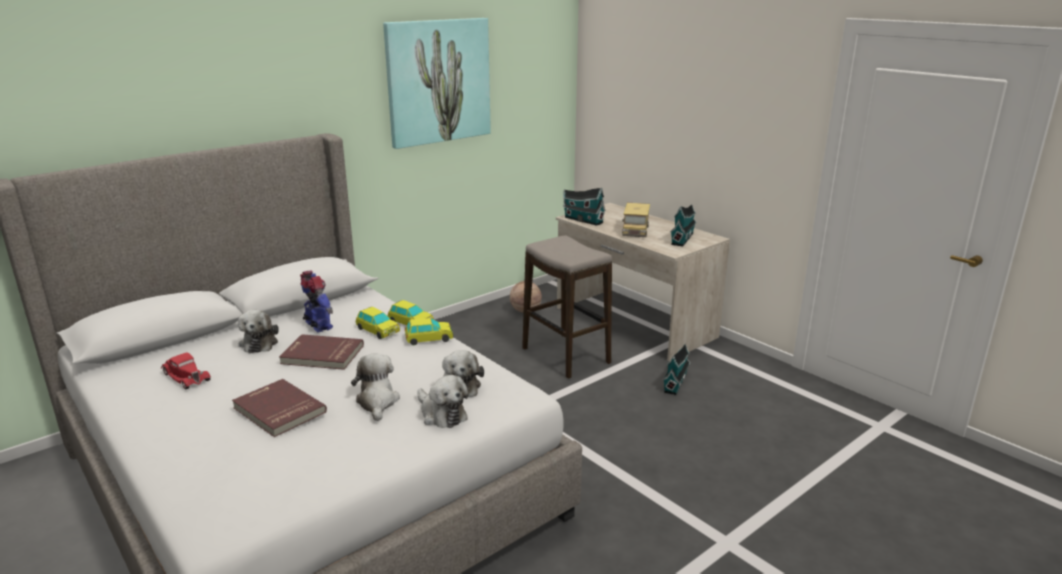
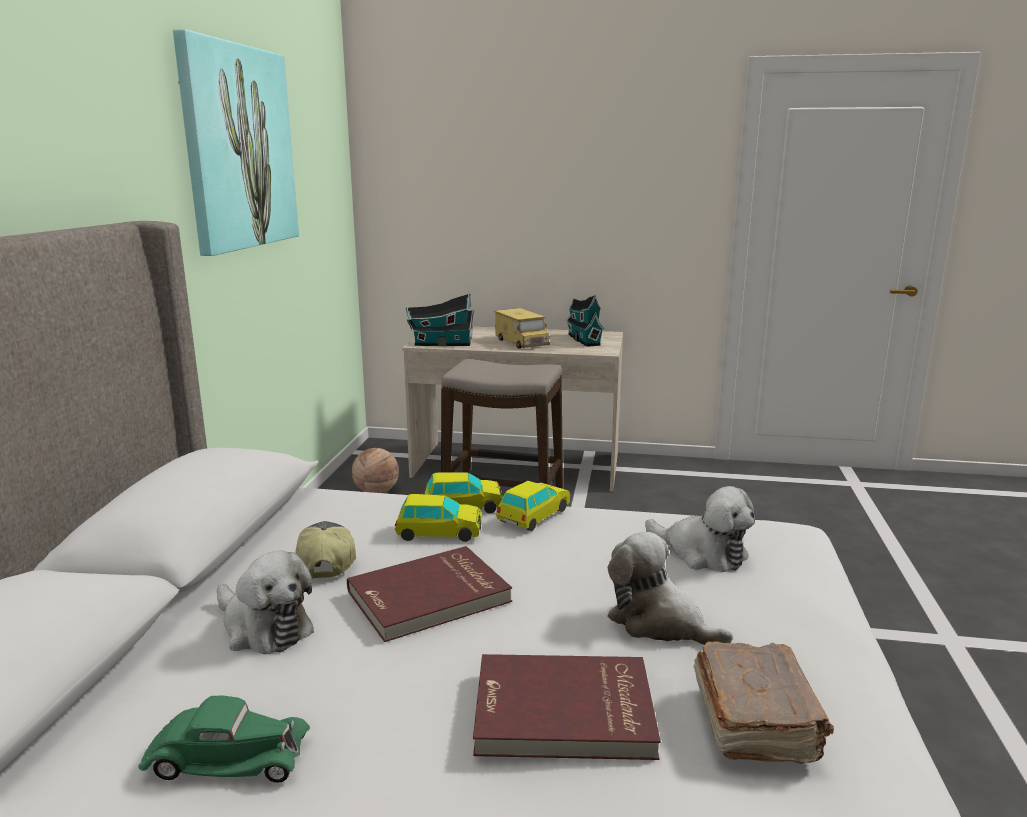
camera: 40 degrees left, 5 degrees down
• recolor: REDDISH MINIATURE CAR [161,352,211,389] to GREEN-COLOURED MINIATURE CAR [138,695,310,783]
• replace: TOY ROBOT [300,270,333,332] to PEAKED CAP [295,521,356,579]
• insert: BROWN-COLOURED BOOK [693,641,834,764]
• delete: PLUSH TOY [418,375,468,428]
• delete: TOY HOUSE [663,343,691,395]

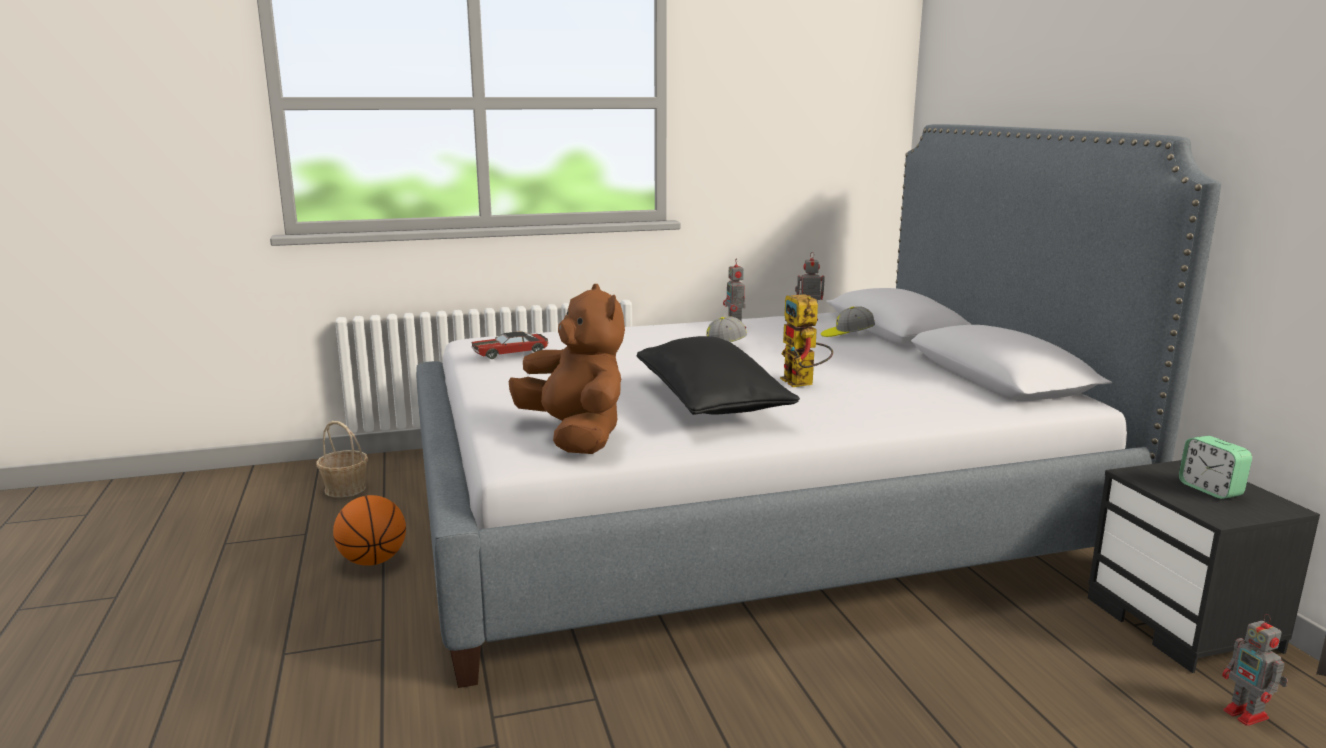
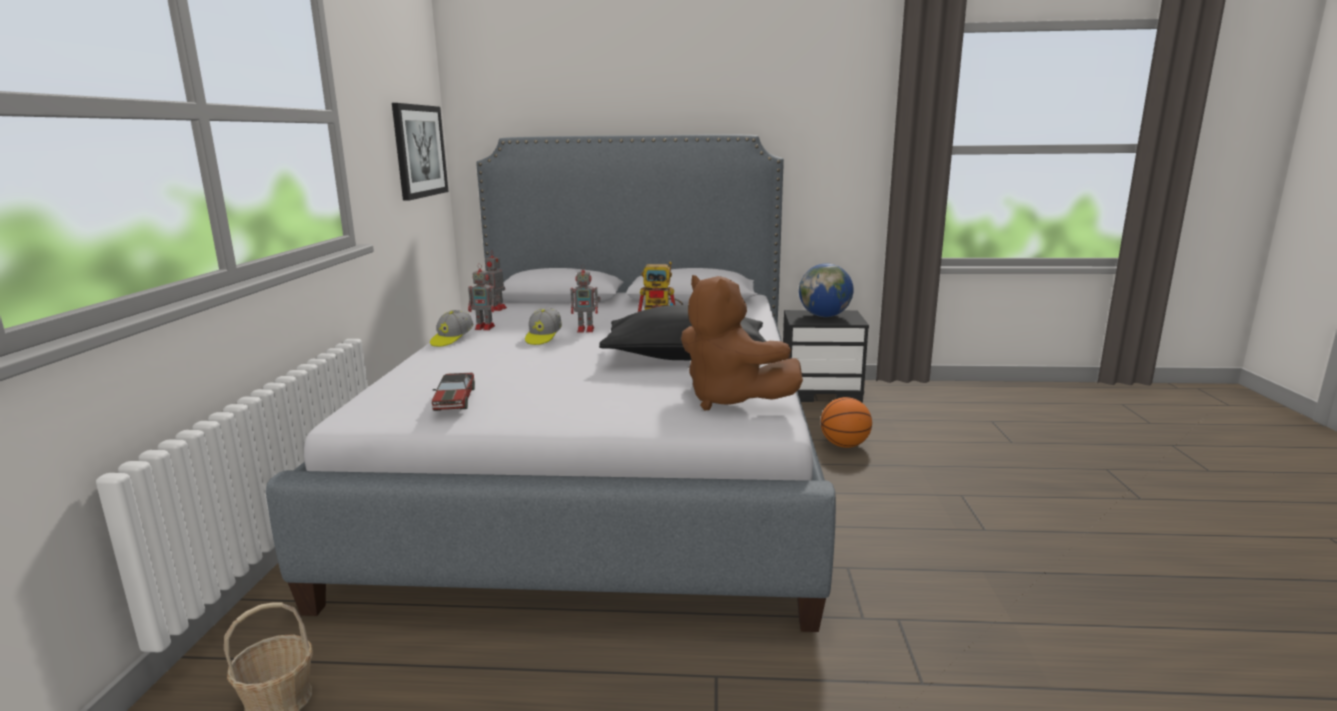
camera: 70 degrees left, 0 degrees up
• insert: PICTURE [392,103,449,201]
• move: PEAKED CAP [821,306,875,337] to [430,310,473,347]
• move: TOY ROBOT [1222,614,1288,726] to [571,264,601,332]
• rotate: BROWN-COLOURED PLUSH TOY [509,284,625,454] = [681,275,803,411] 120 degrees counterclockwise
• replace: TABLE CLOCK [1179,436,1252,499] to DESK GLOBE [799,263,854,317]
• move: BASKETBALL BALL [333,495,406,566] to [821,397,872,448]

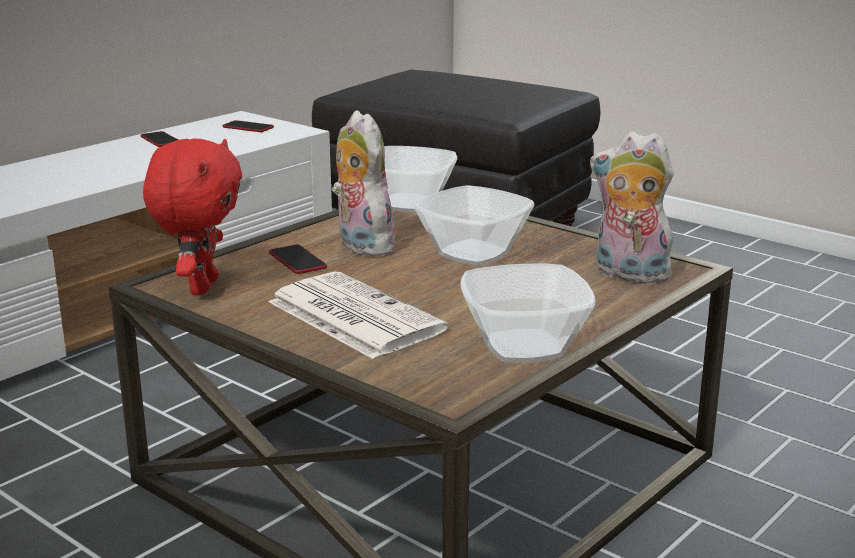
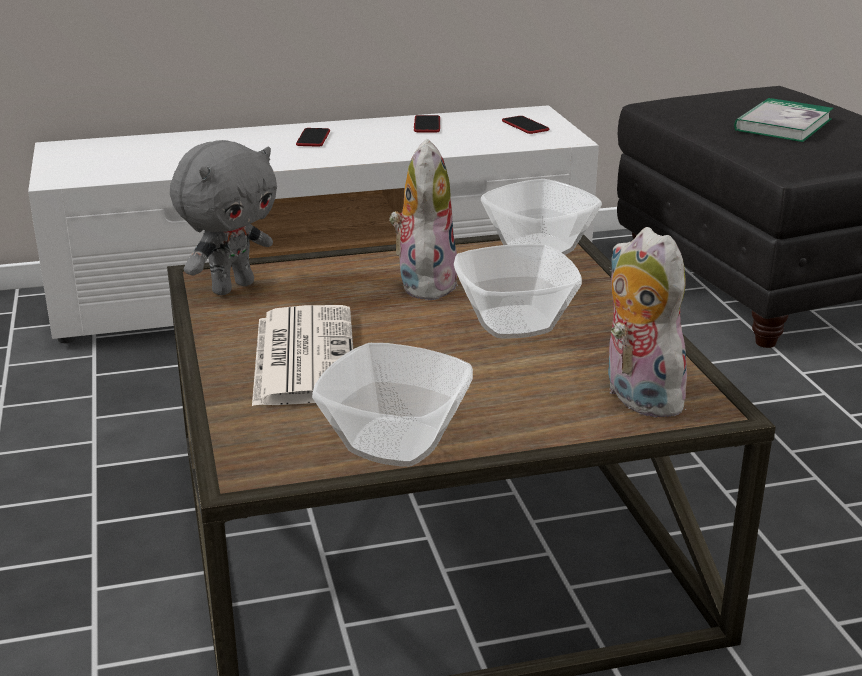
camera: 35 degrees right, 5 degrees up
• recolor: REDDISH PLUSH TOY [143,138,242,295] to GREYISH PLUSH TOY [170,140,277,295]
• move: PHONE [269,245,327,274] to [296,128,330,147]
• insert: BOOK [734,98,834,142]

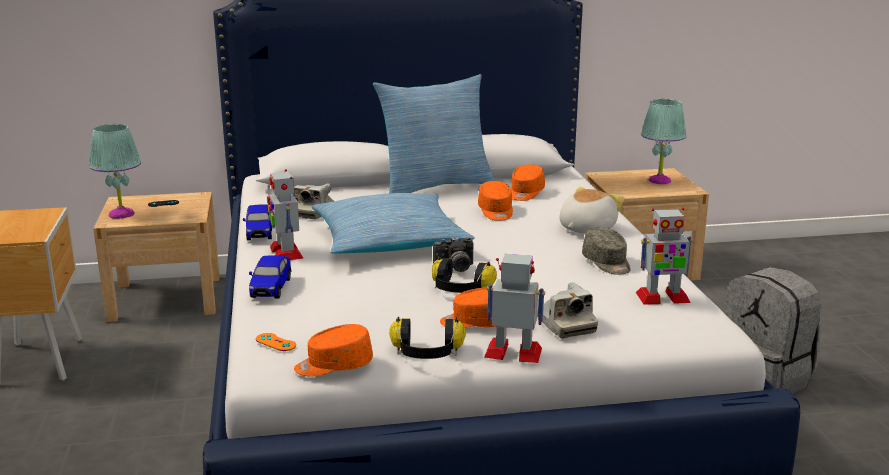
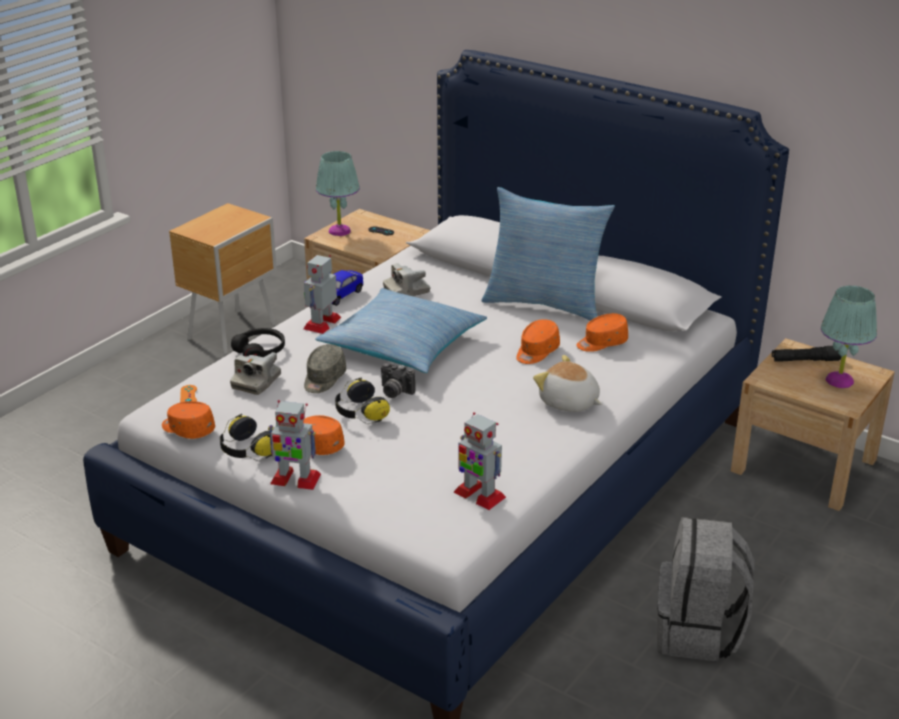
camera: 45 degrees right, 10 degrees up
• move: PHOTO CAMERA [537,282,598,338] to [230,352,281,395]
• replace: MINIATURE CAR [249,255,291,298] to BLACKISH PAIR OF HEADPHONES [231,328,285,357]
• rotate: TOY ROBOT [484,254,545,363] = [268,400,321,490] 135 degrees clockwise
• move: GREYISH PEAKED CAP [582,227,631,275] to [304,344,346,393]
• rotate: PLUSH TOY [560,187,625,234] = [533,355,602,412] 135 degrees counterclockwise
• insert: BLACKISH HAND TORCH [772,346,841,362]

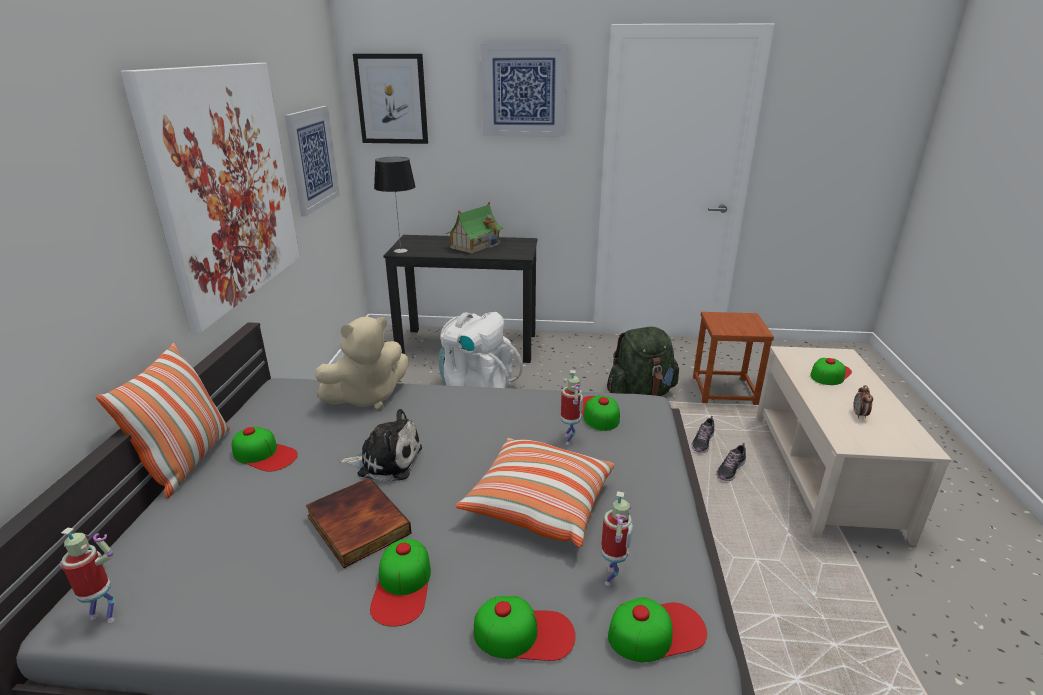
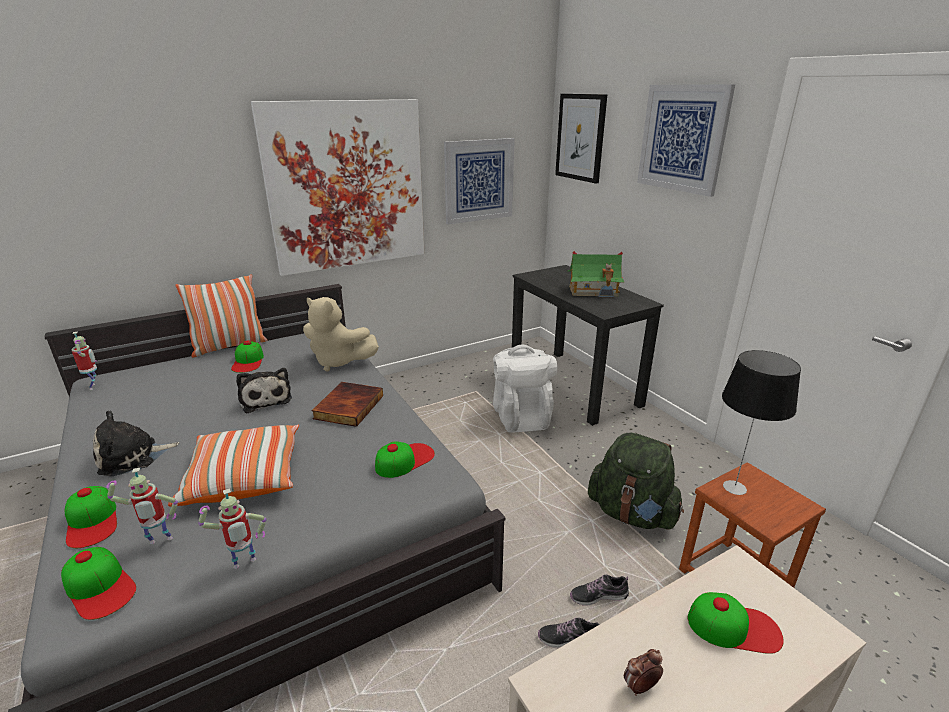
camera: 55 degrees right, 0 degrees up
• replace: PEAKED CAP [370,539,431,627] to PLUSH TOY [93,410,179,476]
• move: TOY ROBOT [561,370,583,445] to [198,488,266,569]
• move: BOOK [306,477,411,568] to [312,382,383,427]
• move: TABLE LAMP [374,157,416,253] to [722,350,801,495]

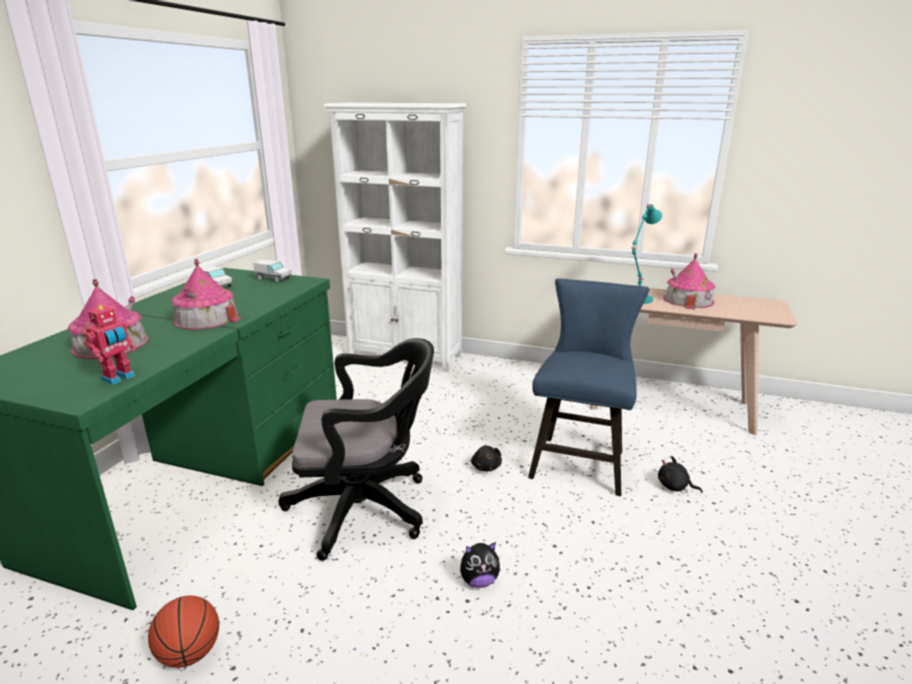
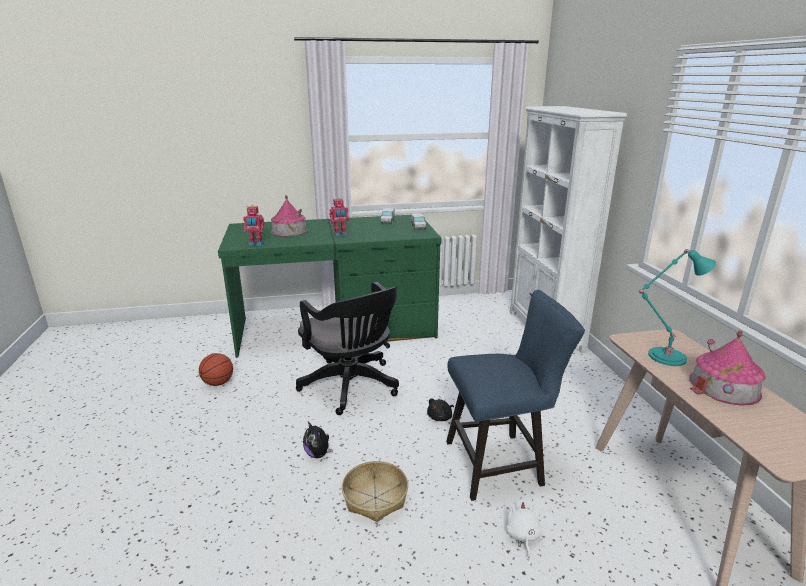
camera: 60 degrees right, 0 degrees up
• replace: TOY HOUSE [172,259,242,330] to TOY ROBOT [329,198,349,236]
• insert: HOUSEHOLD BASKET [342,461,408,522]
• recolor: BLACKISH PLUSH TOY [658,456,703,493] to WHITE PLUSH TOY [506,502,542,558]

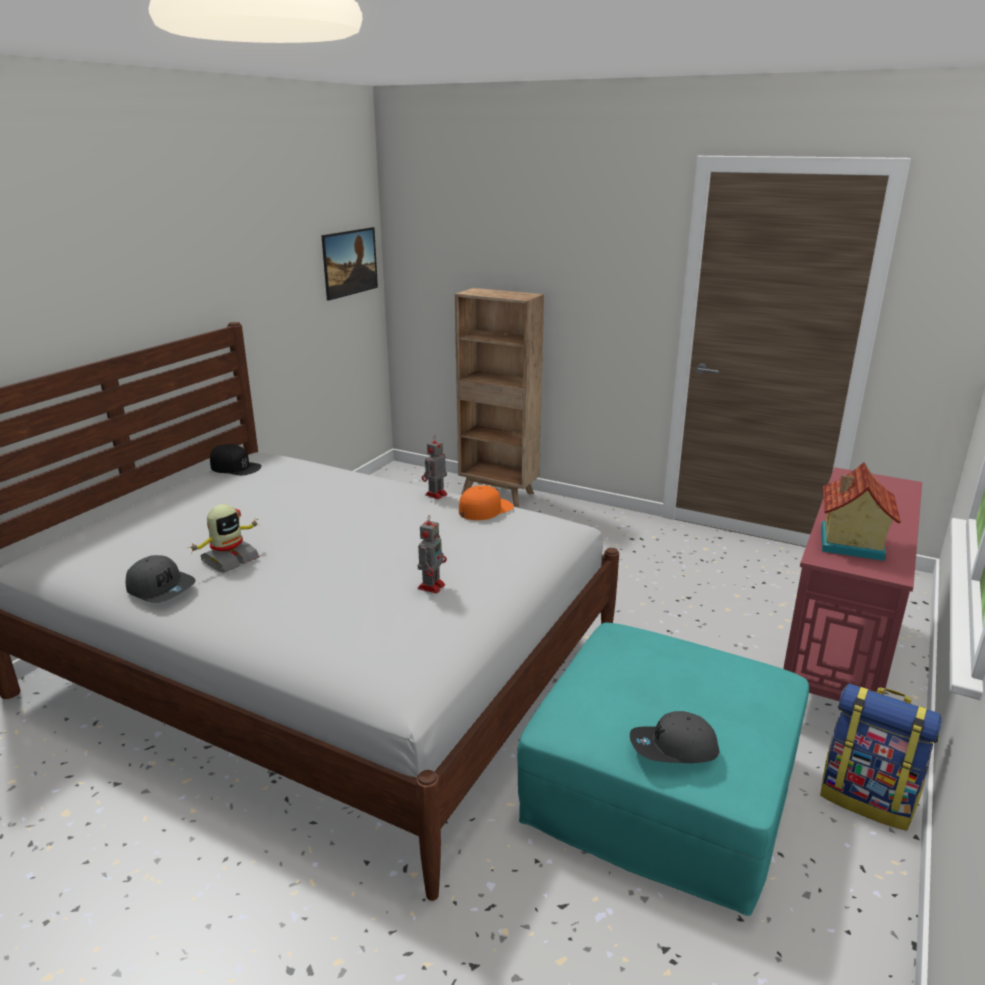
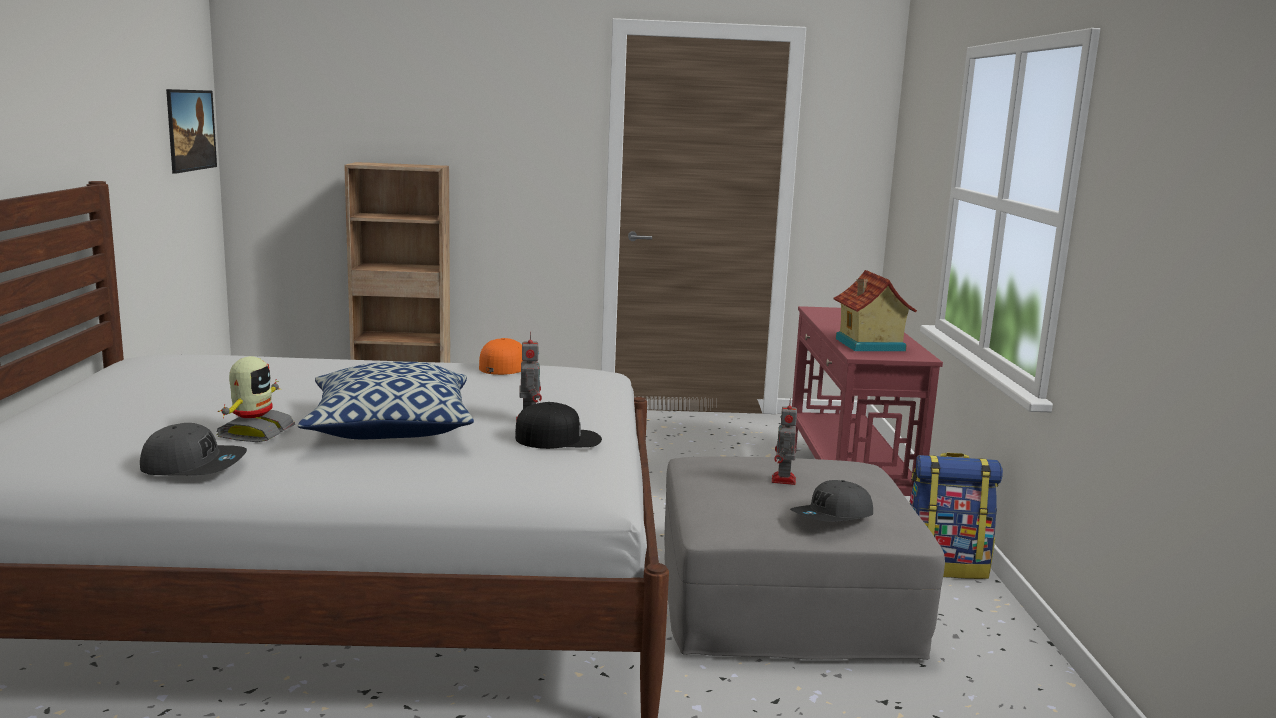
camera: 30 degrees left, 10 degrees down
• insert: CUSHION [298,362,474,439]
• move: BLACKISH PEAKED CAP [210,444,262,475] to [515,402,602,449]
• recolor: BLUE-GREEN POUFFE [517,623,809,916] to GREYISH POUFFE [664,456,945,660]
• move: TOY ROBOT [422,435,448,499] to [772,398,797,485]

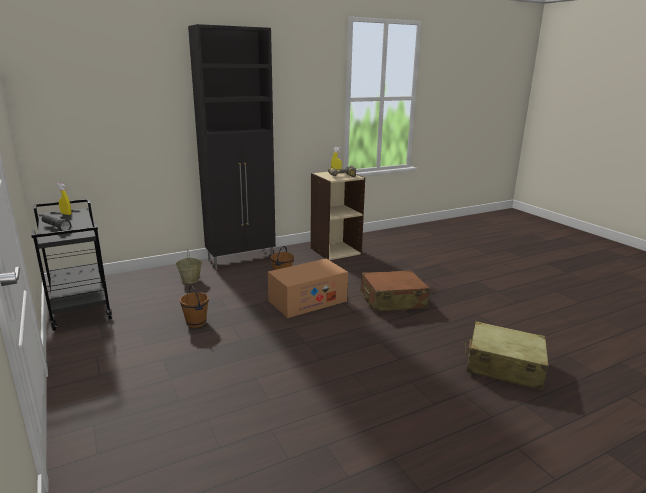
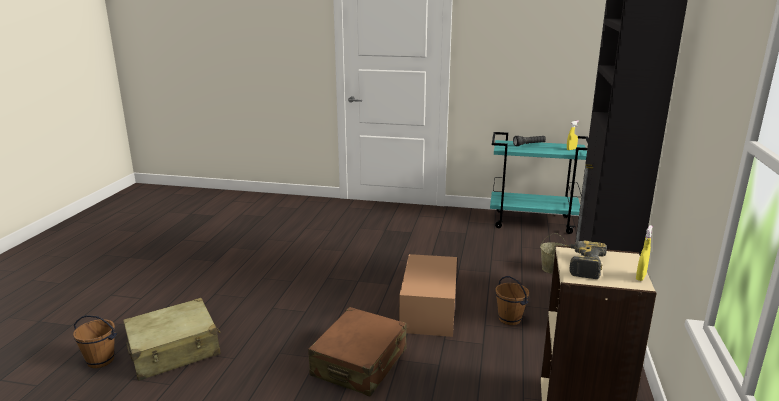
camera: 130 degrees right, 0 degrees up
• move: BROWN-COLOURED WATER BUCKET [180,286,209,328] to [73,315,117,368]
• recolor: BLACKISH WHEELED CART [31,199,112,331] to BLUE-GREEN WHEELED CART [490,132,589,234]

